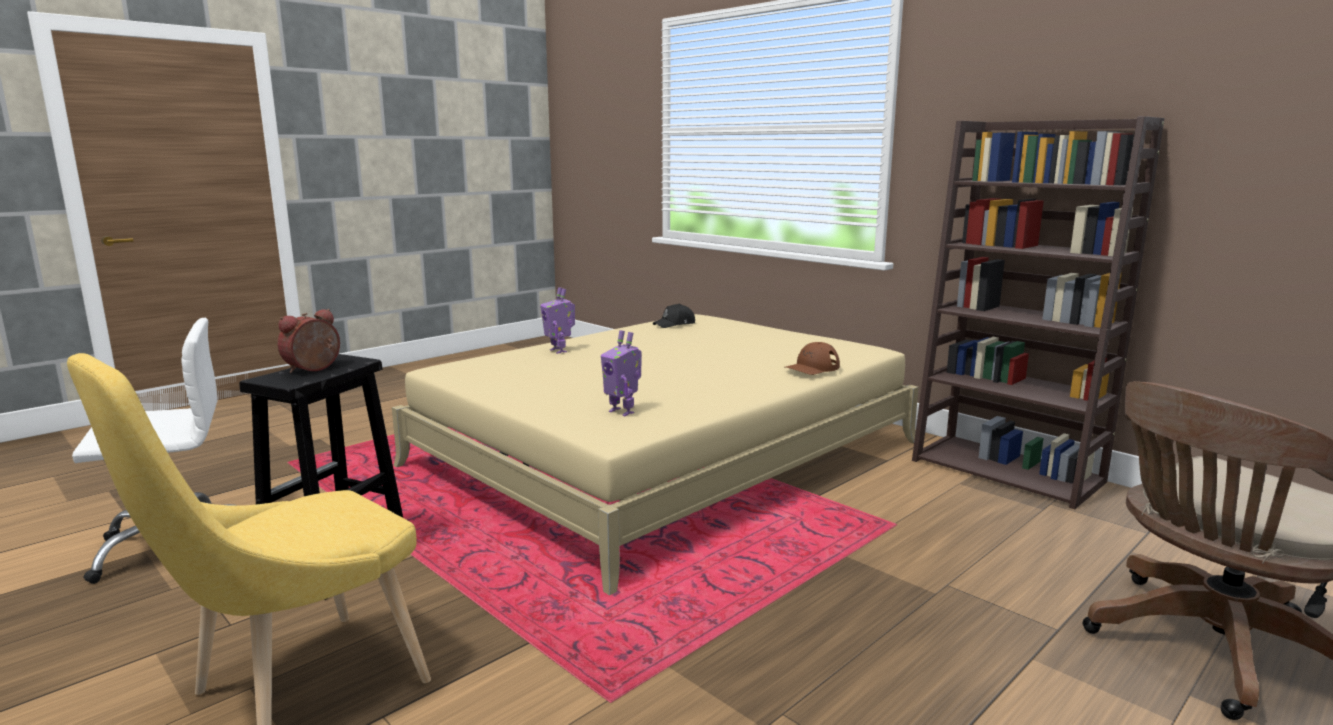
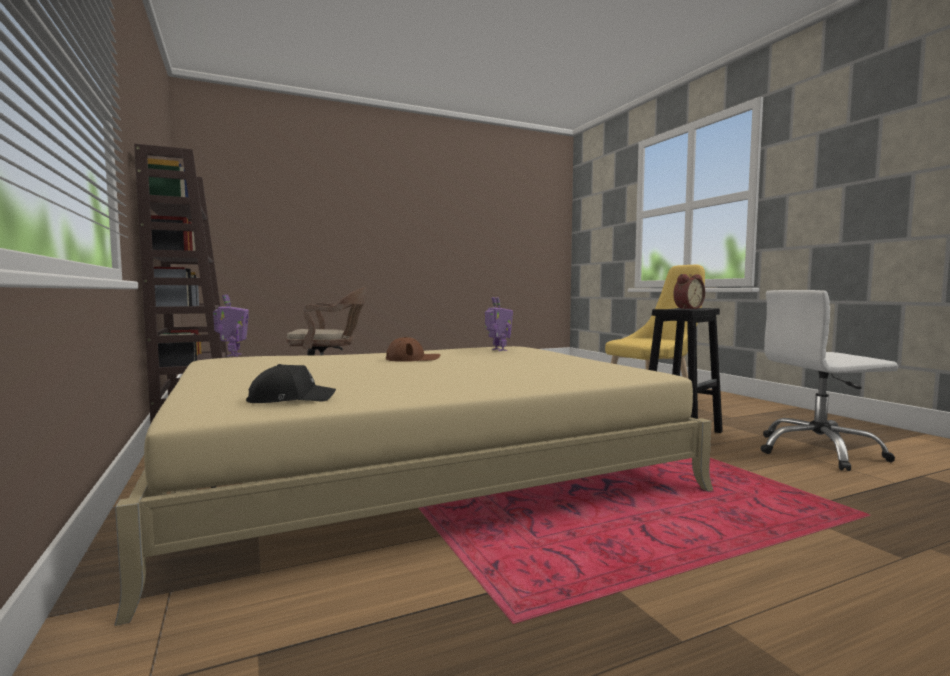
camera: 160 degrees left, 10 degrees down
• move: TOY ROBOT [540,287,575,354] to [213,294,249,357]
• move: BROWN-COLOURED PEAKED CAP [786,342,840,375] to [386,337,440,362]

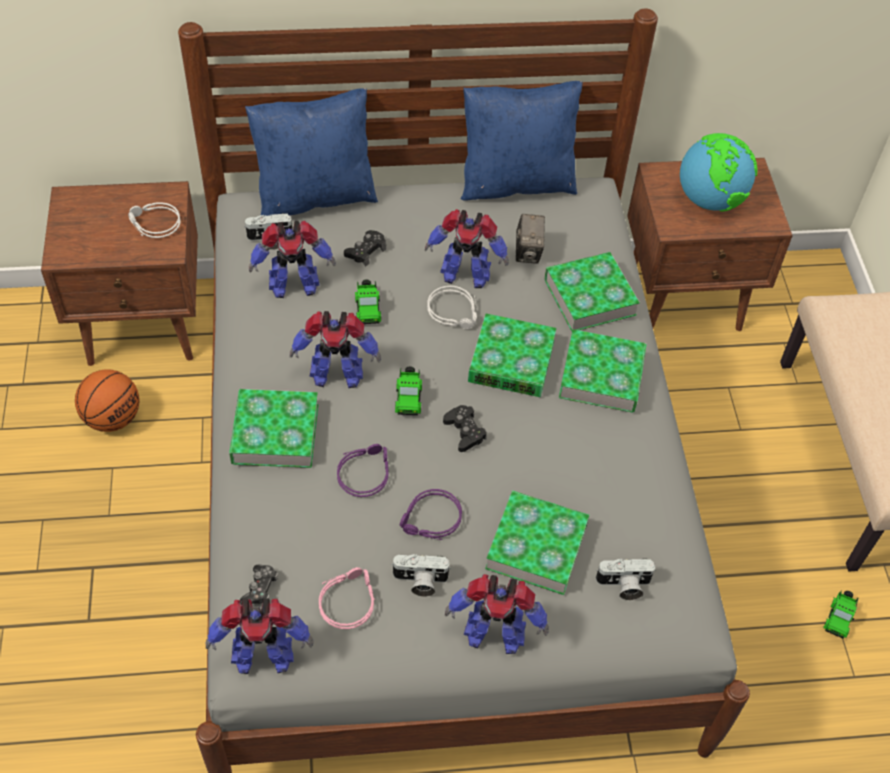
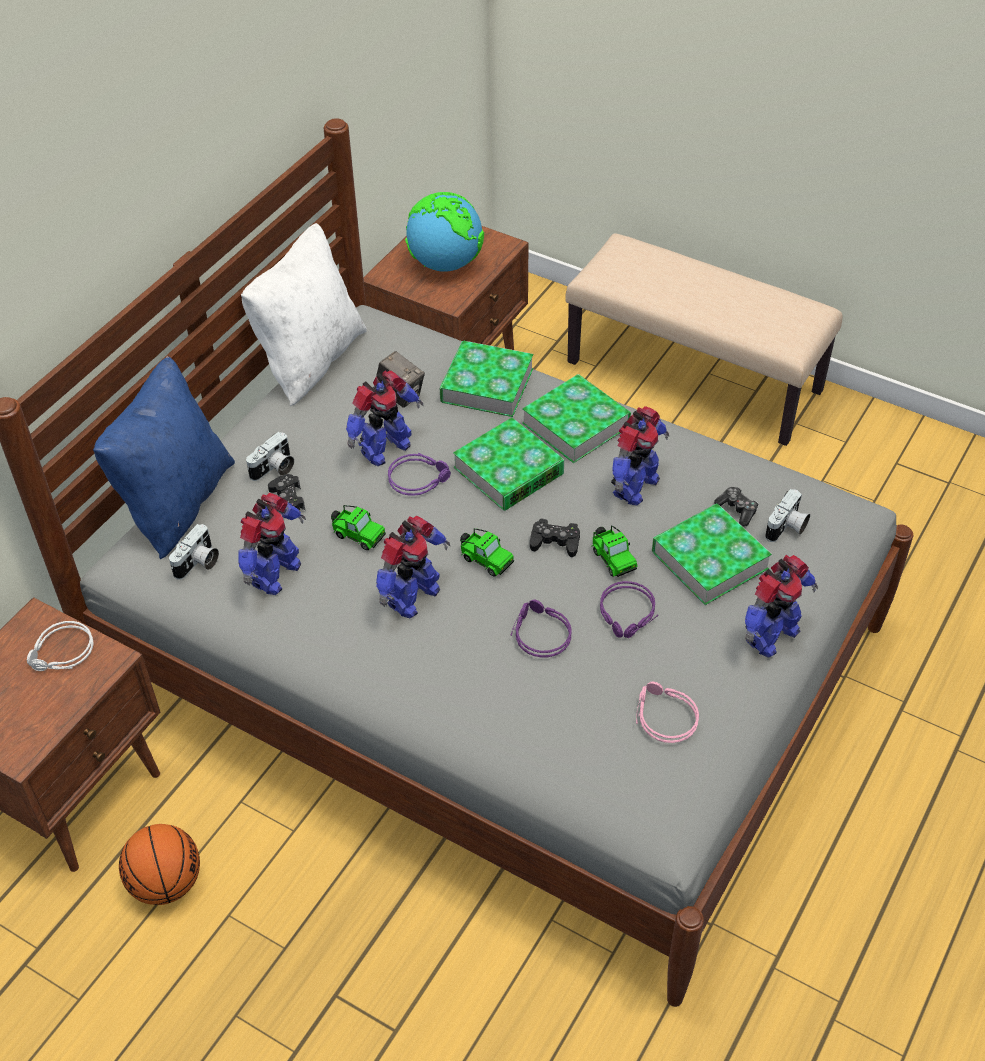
camera: 50 degrees left, 5 degrees down
• recolor: BLUE CUSHION [461,81,583,201] to WHITE CUSHION [241,223,367,406]
• move: PHOTO CAMERA [391,554,451,597] to [246,432,294,481]
• recolor: GREYISH PAIR OF HEADPHONES [427,286,477,329] to PURPLE-COLOURED PAIR OF HEADPHONES [388,453,451,496]
• move: MINIATURE CAR [823,590,858,638] to [591,525,638,577]
• move: TOY ROBOT [206,598,314,674] to [611,406,669,506]
• move: GAMEPAD [240,565,278,605] to [714,487,759,527]
• delete: BOOK [229,389,319,468]

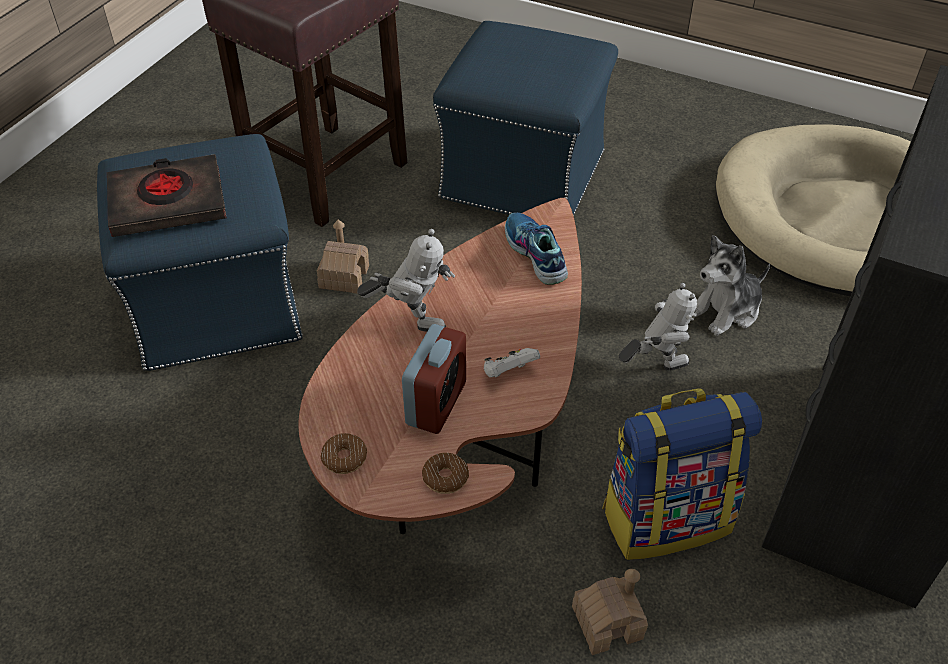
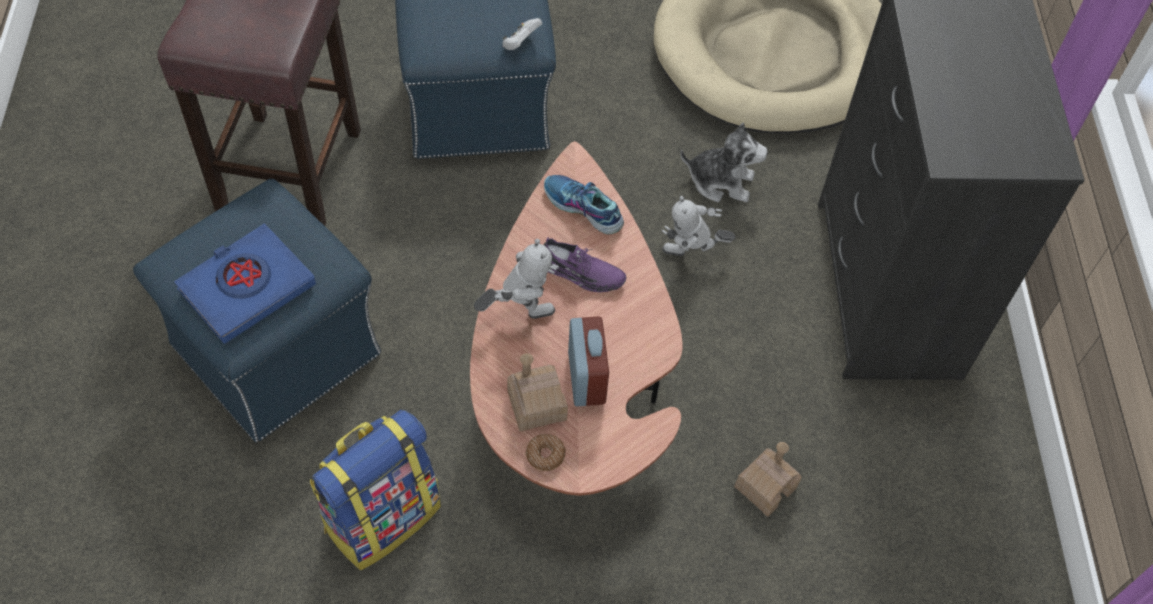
camera: 30 degrees left, 10 degrees up
• recolor: BLACKISH BOOK [107,154,227,237] to BLUE BOOK [174,223,316,343]
• move: BACKPACK [602,388,762,560] to [310,410,441,570]
• move: WHITE GAMEPAD [484,348,540,378] to [502,18,542,50]
• move: TOY HOUSE [317,220,369,294] to [507,353,568,432]
• insert: PURPLE-COLOURED ITEM OF FOOTWEAR [543,237,626,292]
• rotate: TOY ROBOT [619,283,697,371] = [662,196,735,256] 135 degrees counterclockwise
• rotate: PLUSH TOY [694,235,770,336] = [680,123,768,202] 105 degrees counterclockwise
• delete: RING DOUGHNUT [422,453,469,494]

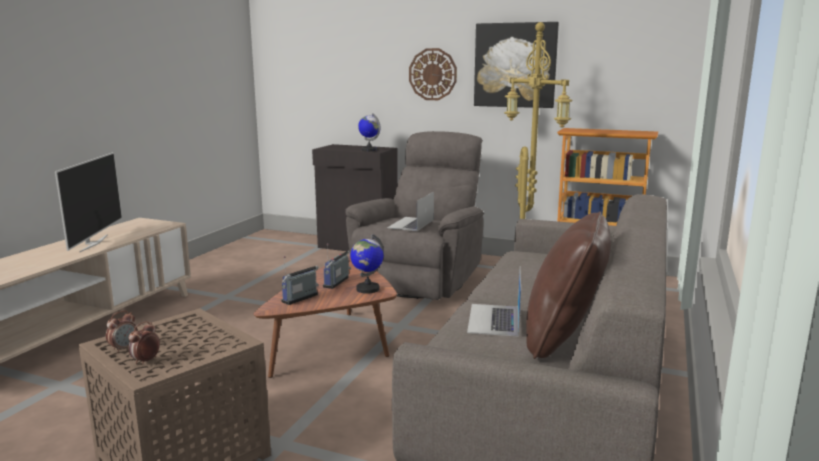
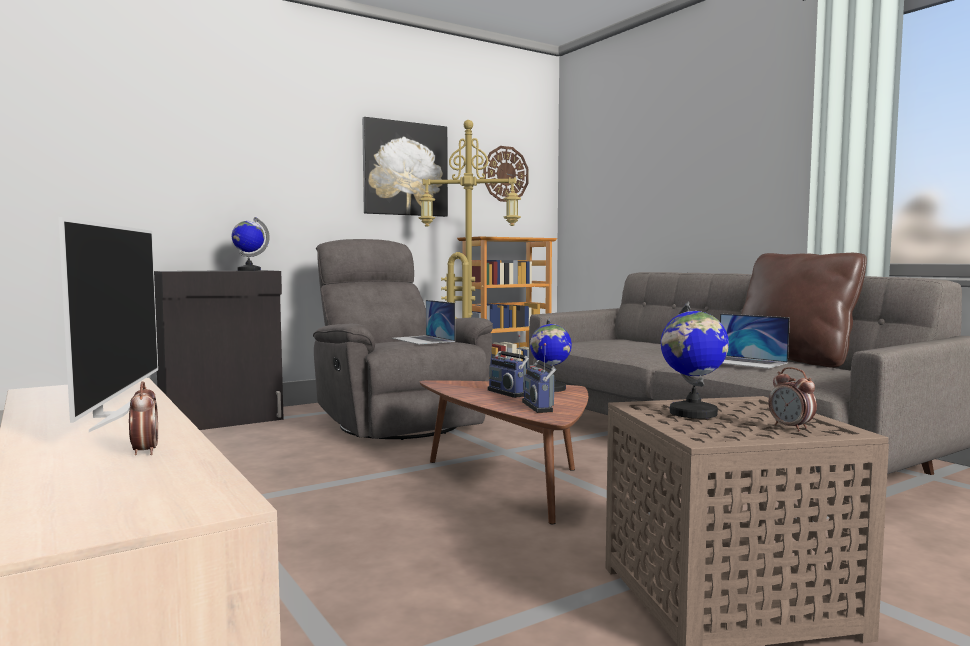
camera: 55 degrees left, 10 degrees down
• rotate: TELEVISION [55,152,122,252] = [58,217,158,432] 45 degrees clockwise
• move: TABLE CLOCK [106,311,138,353] to [129,381,158,455]
• move: WALL CLOCK [409,48,457,100] to [483,146,529,202]
• insert: DESK GLOBE [661,301,729,419]

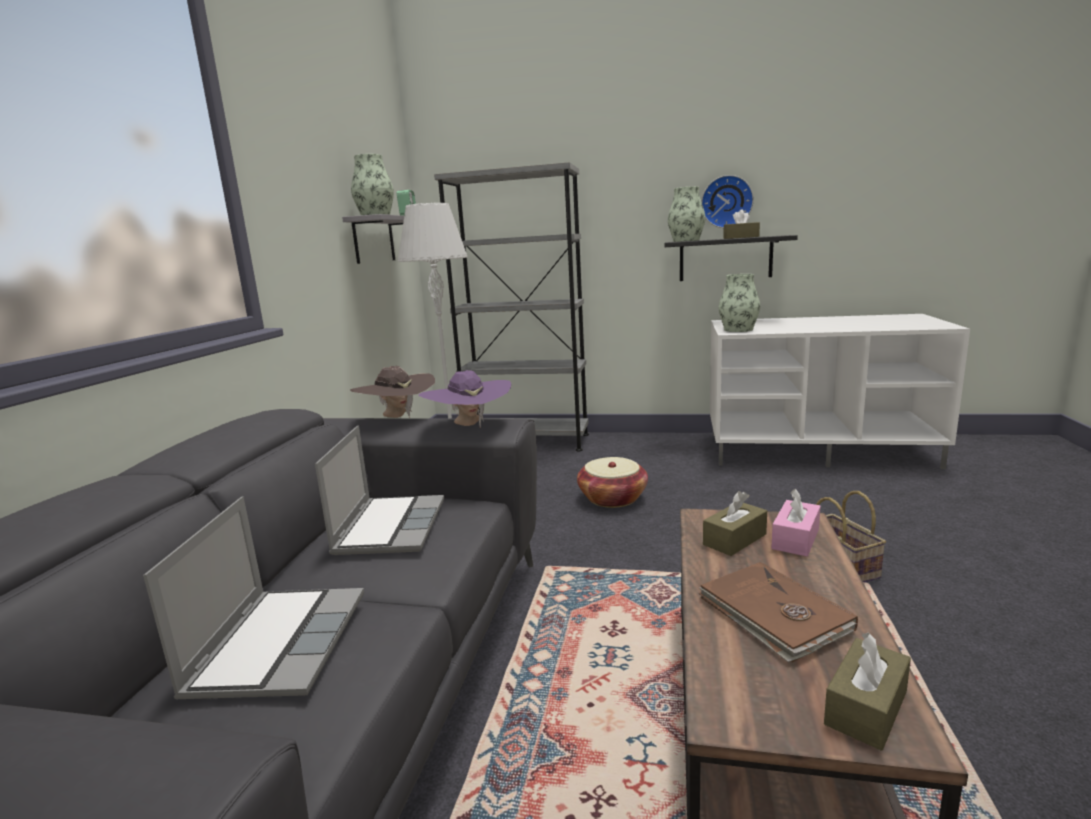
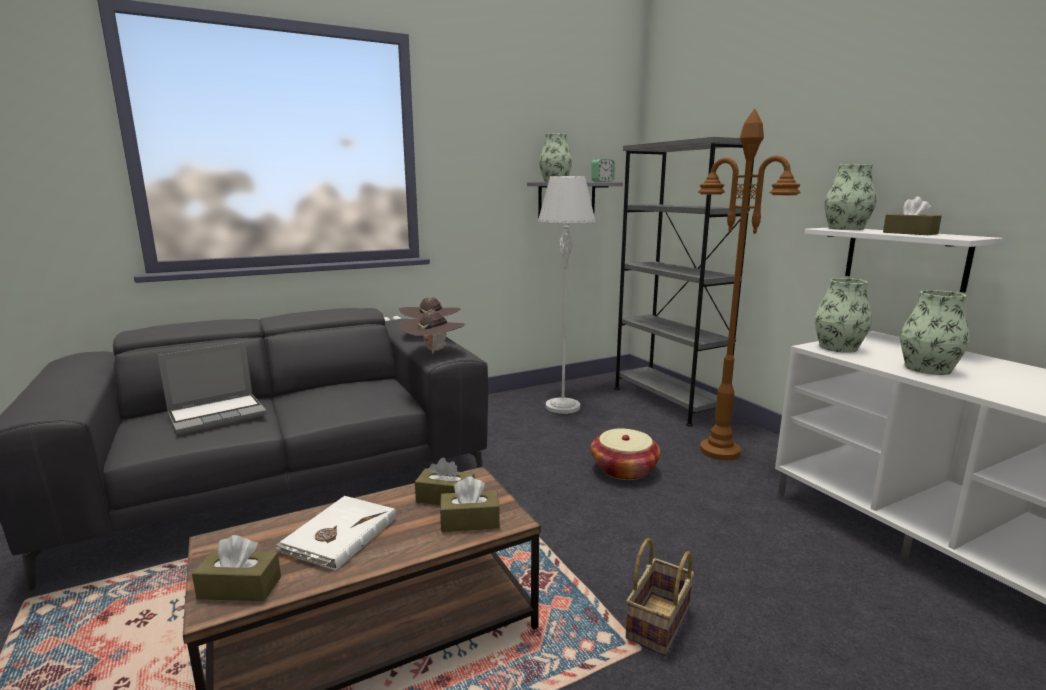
camera: 50 degrees right, 0 degrees up
• recolor: BROWN-COLOURED BOOK [699,562,858,662] to WHITE BOOK [275,496,396,571]
• recolor: PURPLE-COLOURED HAT [419,370,511,428] to BROWN-COLOURED HAT [399,310,465,354]
• recolor: PINK-COLOURED TISSUE HOLDER [771,489,821,556] to BROWN-COLOURED TISSUE HOLDER [440,476,500,532]
• insert: BROWN-COLOURED STANDARD LAMP [698,109,801,460]
• recolor: BLACKISH BRACKET SHELF [665,235,798,281] to WHITE BRACKET SHELF [805,228,1003,293]
• insert: DECORATIVE VASE [900,290,970,375]
• delete: NOTEBOOK COMPUTER [315,425,444,555]
• delete: WALL CLOCK [701,175,754,228]

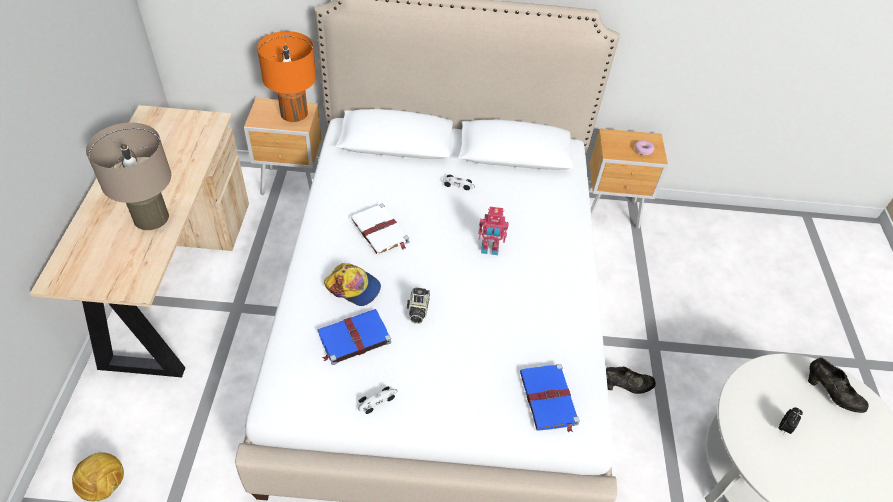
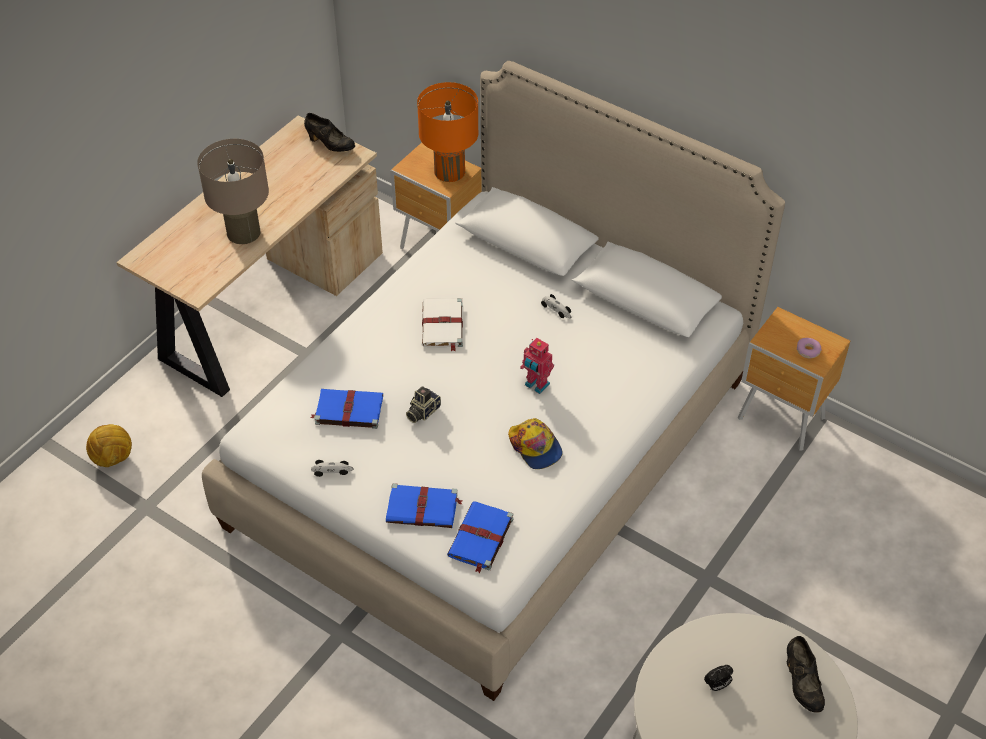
camera: 35 degrees right, 0 degrees up
• move: BLACKISH ITEM OF FOOTWEAR [606,367,656,394] to [304,113,355,152]
• insert: BLUE BOOK [386,483,463,528]
• move: PEAKED CAP [324,263,381,306] to [508,418,563,469]

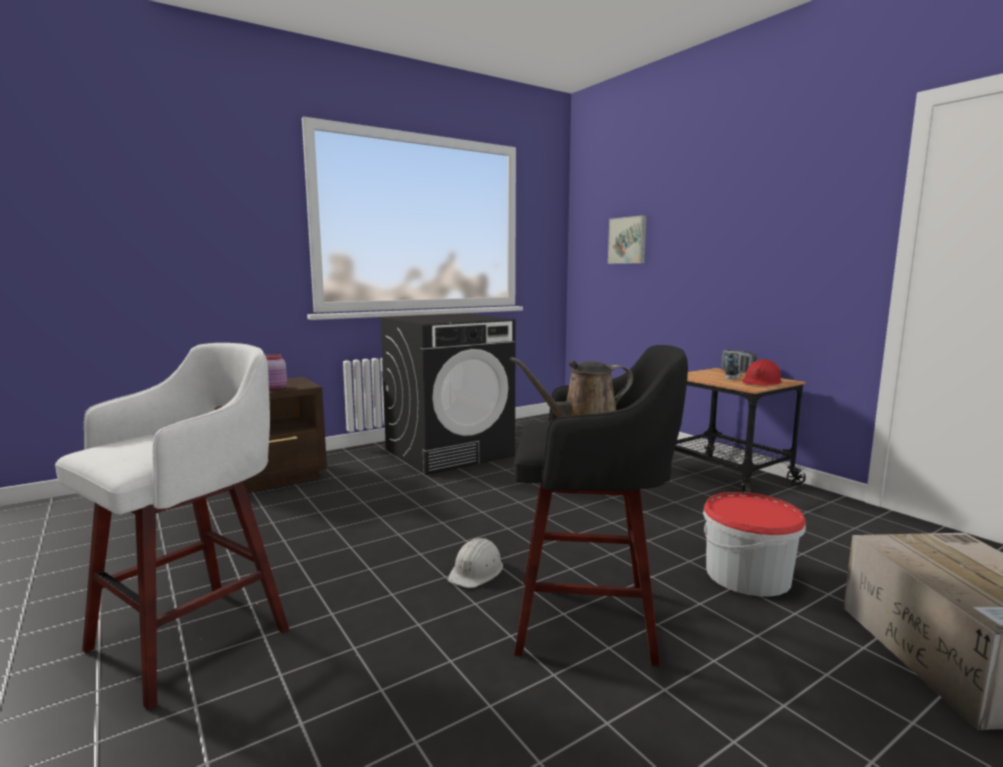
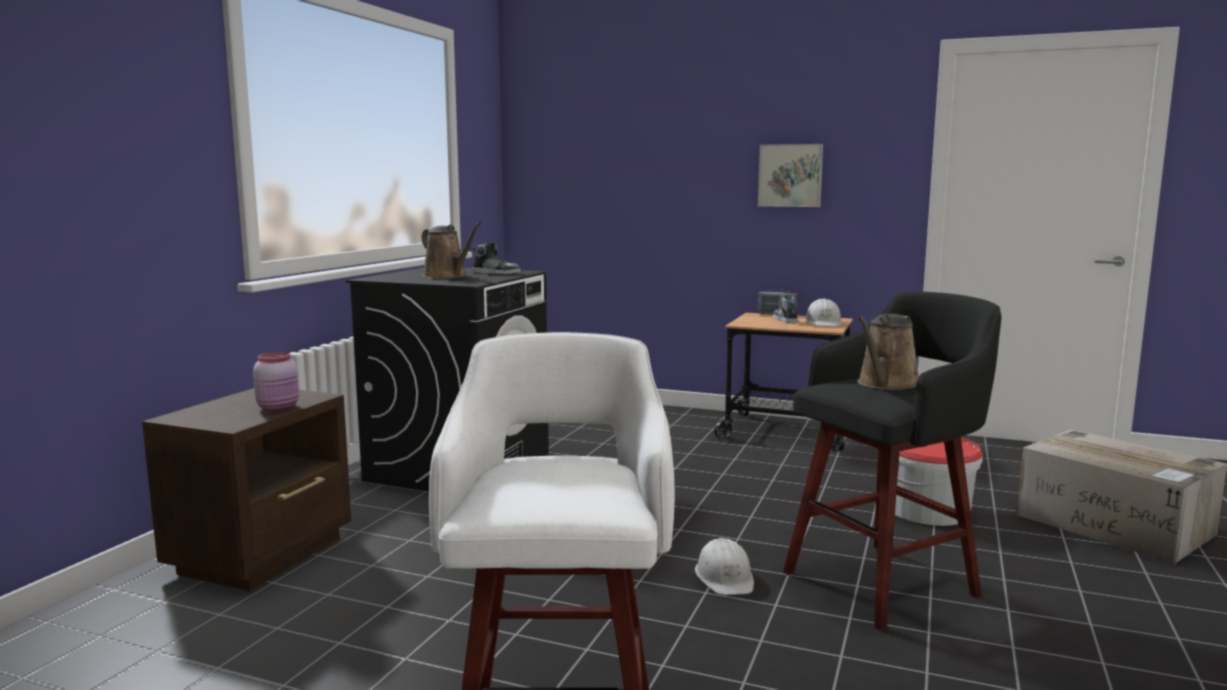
camera: 35 degrees left, 0 degrees up
• insert: BROWN-COLOURED SPRINKLING CAN [421,221,482,279]
• insert: ITEM OF FOOTWEAR [472,243,521,274]
• move: PICTURE [608,215,647,264] to [758,144,823,207]
• recolor: REDDISH SAFETY HELMET [743,359,782,386] to WHITE SAFETY HELMET [804,298,843,326]

